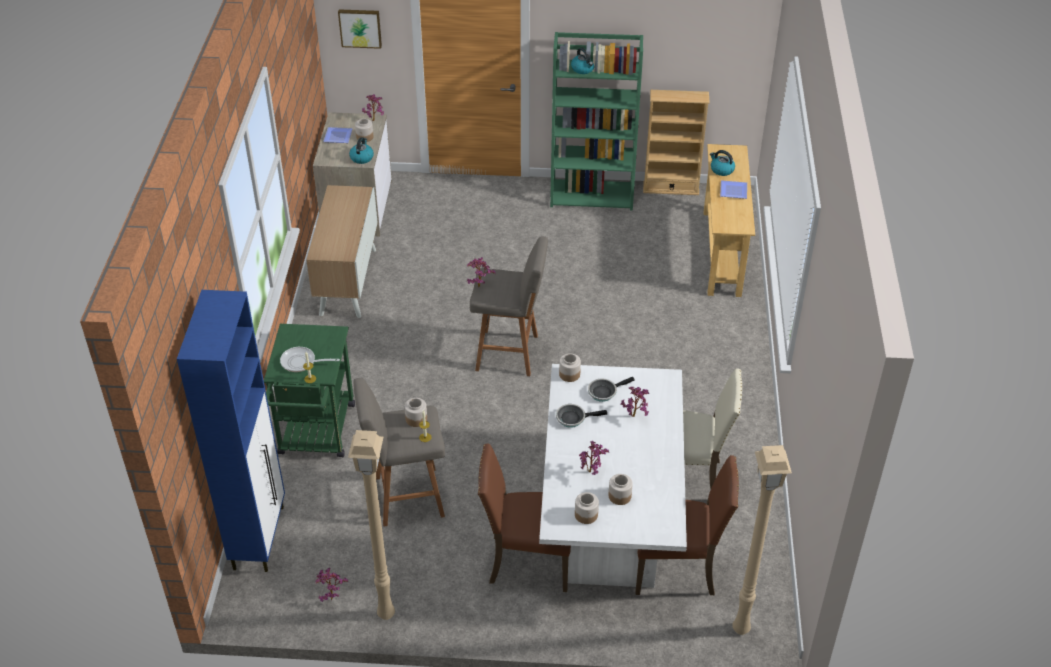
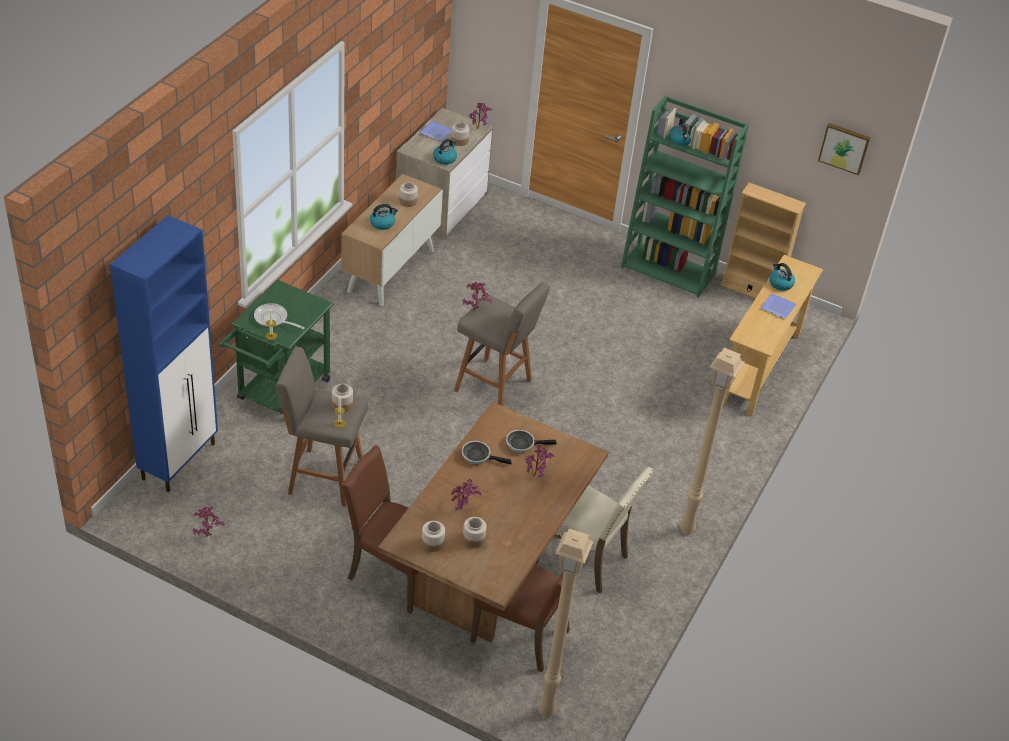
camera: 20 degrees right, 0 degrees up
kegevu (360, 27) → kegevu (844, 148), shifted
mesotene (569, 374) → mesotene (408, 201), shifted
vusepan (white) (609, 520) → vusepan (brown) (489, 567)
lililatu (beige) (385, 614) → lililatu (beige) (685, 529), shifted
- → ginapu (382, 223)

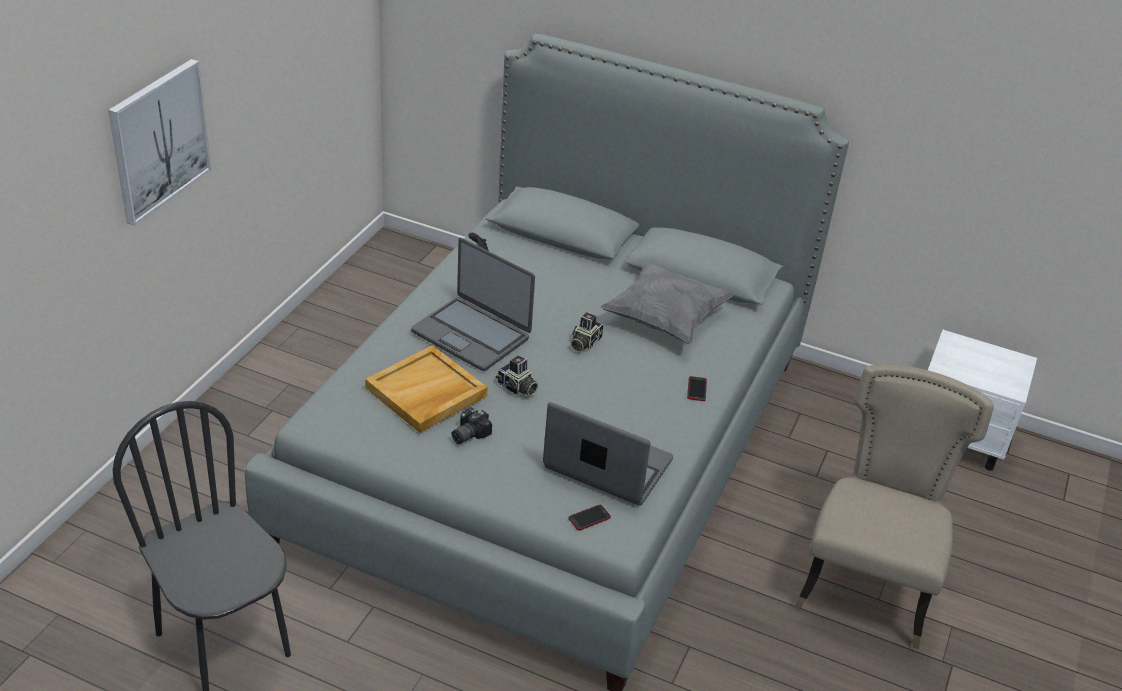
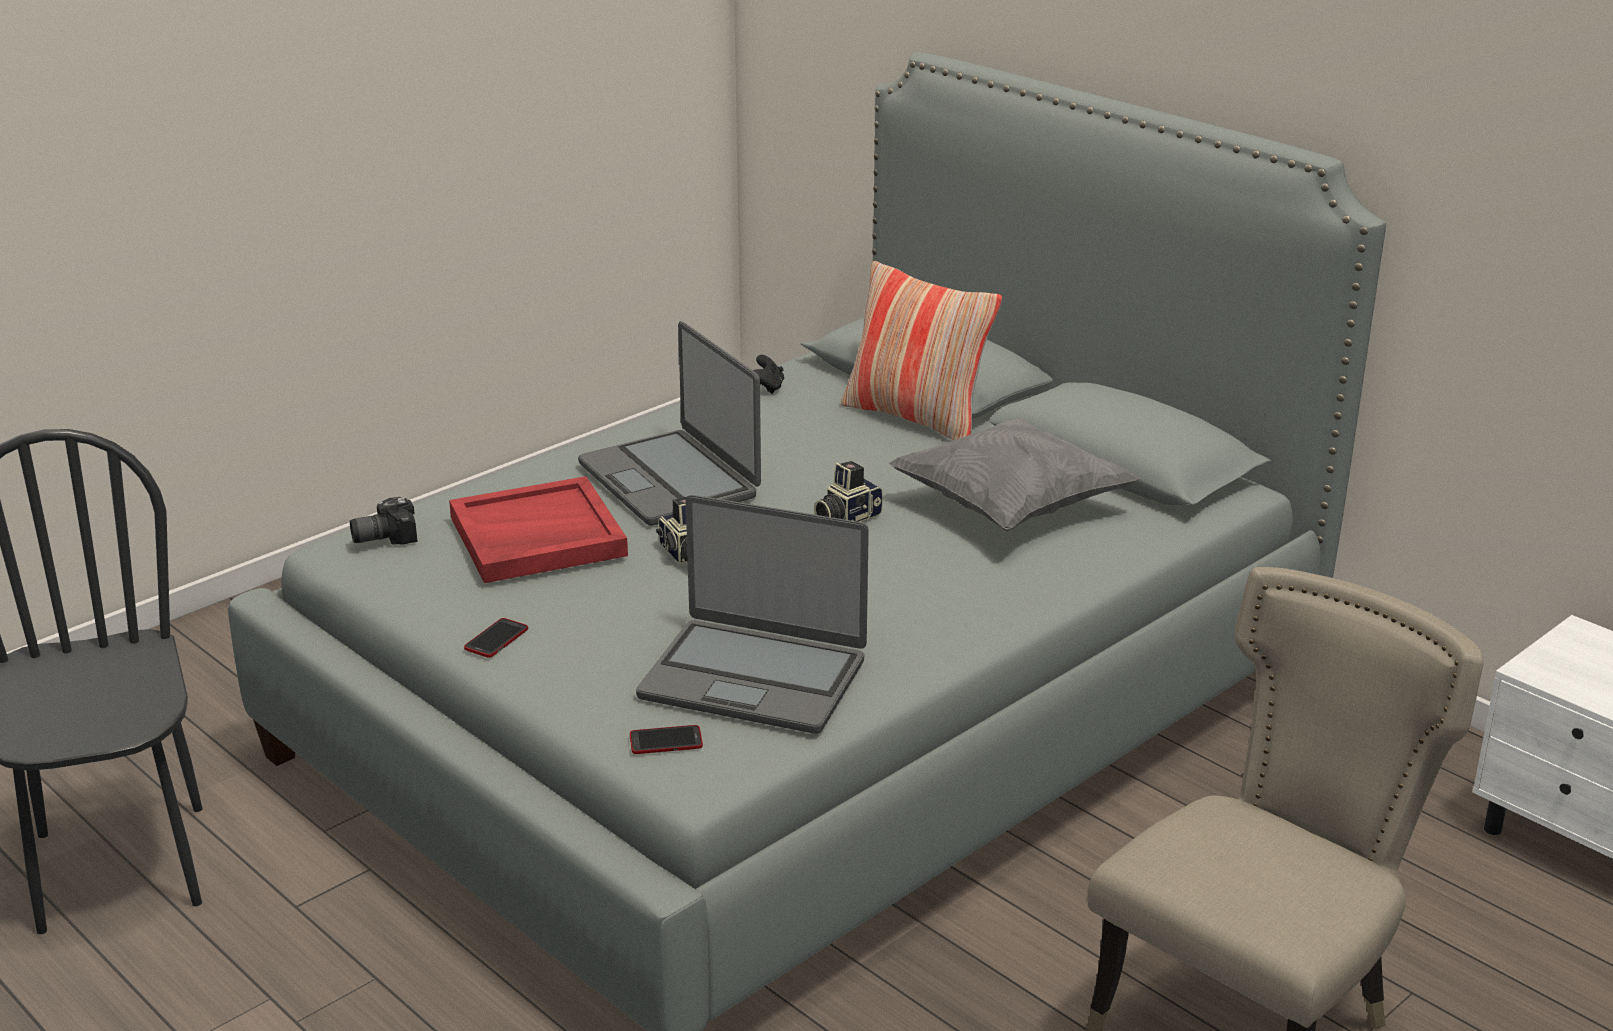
camera: 25 degrees right, 10 degrees down
kegevu (159, 140) → -
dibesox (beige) (426, 393) → dibesox (red) (536, 537)
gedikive (696, 389) → gedikive (496, 639), shifted
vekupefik (607, 465) → vekupefik (754, 677), 150 degrees clockwise
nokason (467, 434) → nokason (383, 536), shifted
- → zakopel (916, 418)

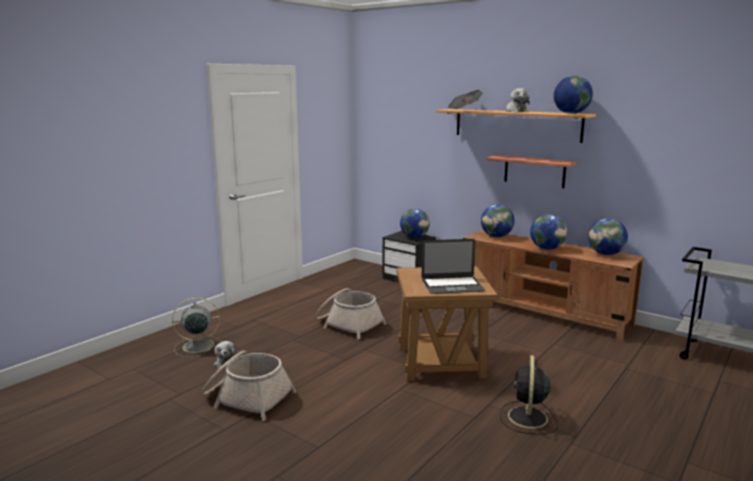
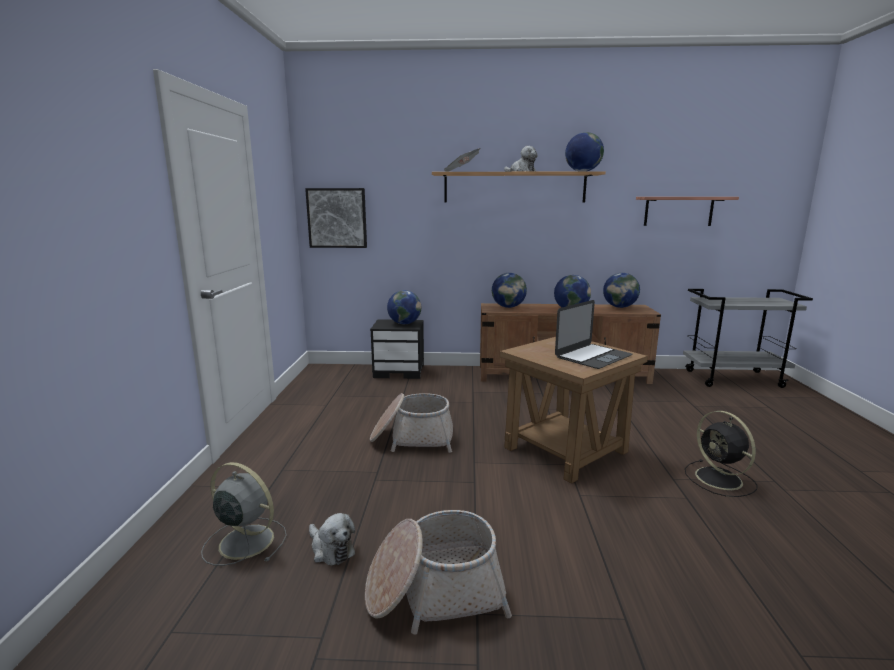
camera: 35 degrees left, 0 degrees up
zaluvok (534, 171) → zaluvok (678, 211), shifted
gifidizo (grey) (197, 346) → gifidizo (grey) (244, 541), 75 degrees clockwise
- → kegevu (337, 218)

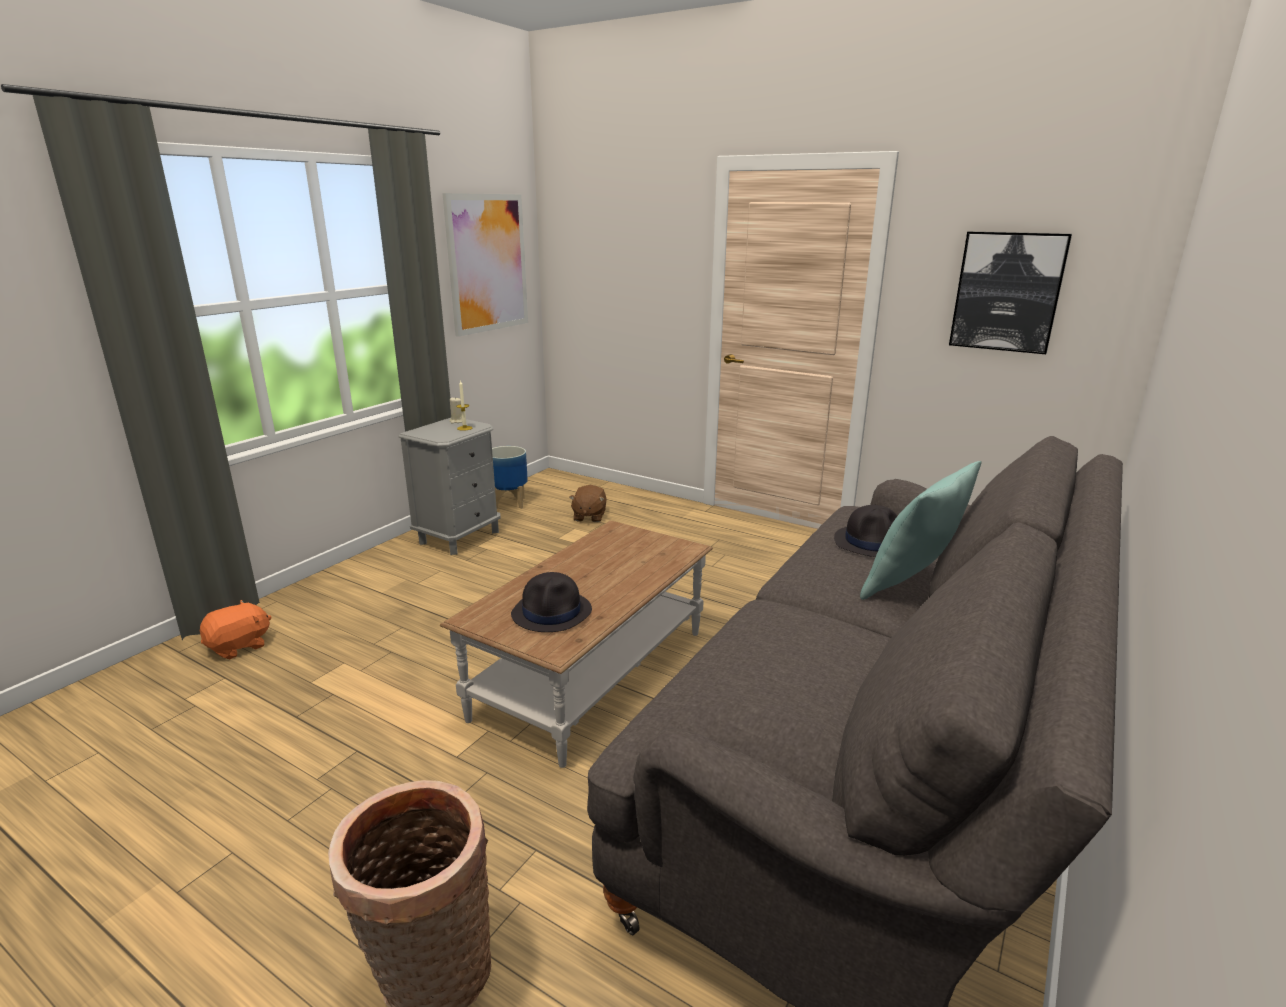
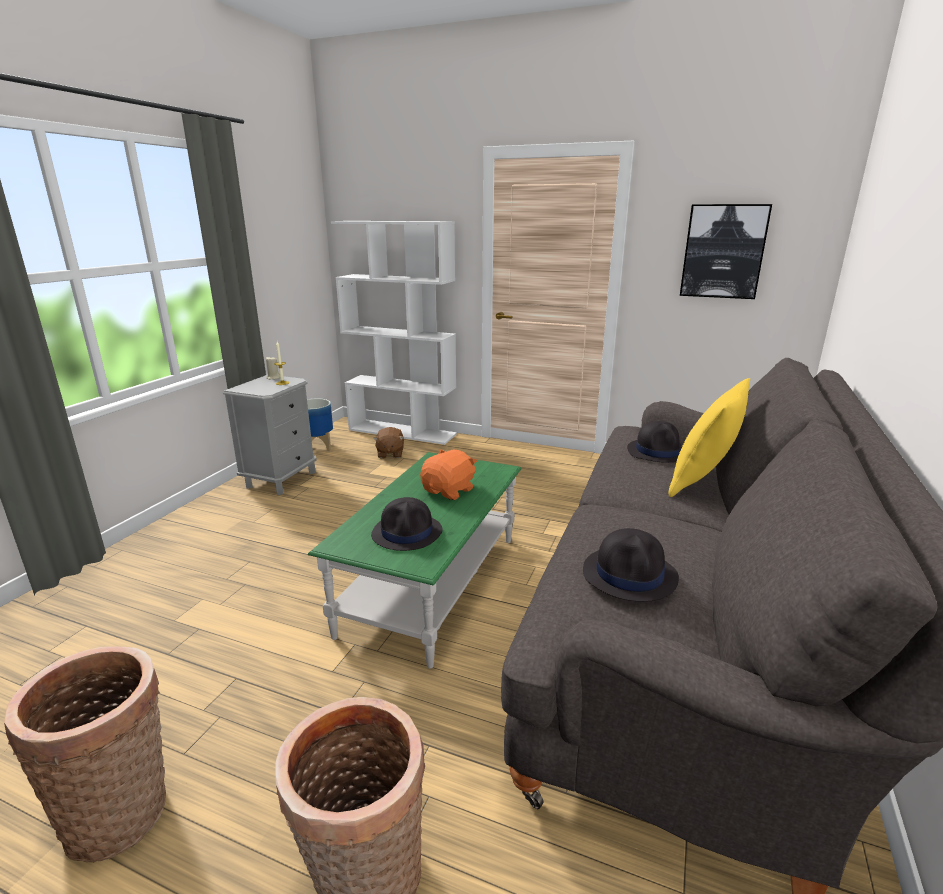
camera: 10 degrees left, 0 degrees up
kegevu (487, 263) → -
zakopel (turquoise) (912, 585) → zakopel (yellow) (702, 482)
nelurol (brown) (592, 673) → nelurol (green) (432, 584)
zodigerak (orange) (239, 646) → zodigerak (orange) (449, 491), shifted
- → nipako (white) (403, 432)
- → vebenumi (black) (630, 574)
- → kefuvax (123, 810)

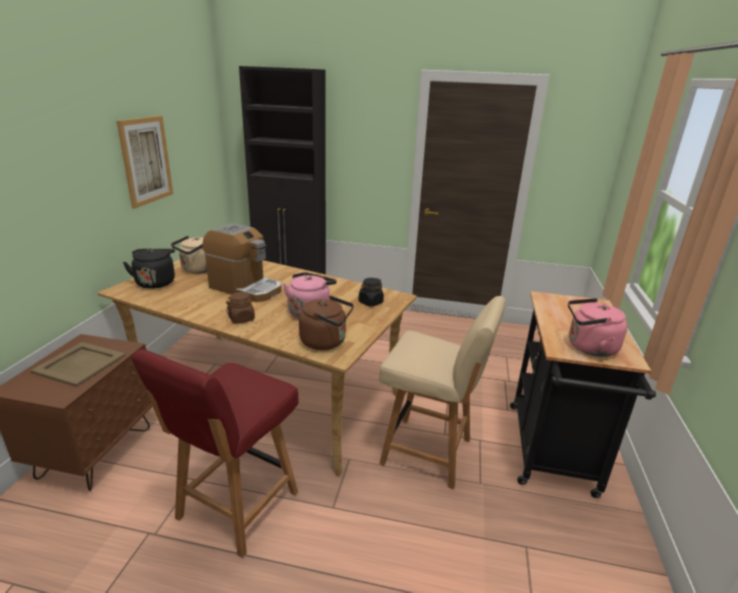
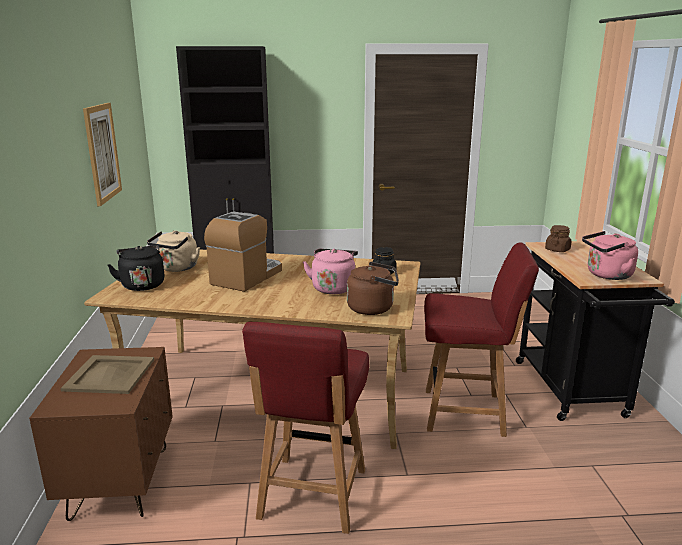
camera: 15 degrees left, 5 degrees down
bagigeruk (245, 288) → bagigeruk (247, 277), 75 degrees counterclockwise
mesotene (brown) (242, 319) → mesotene (brown) (557, 250), shifted
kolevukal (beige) (429, 452) → kolevukal (red) (466, 412)

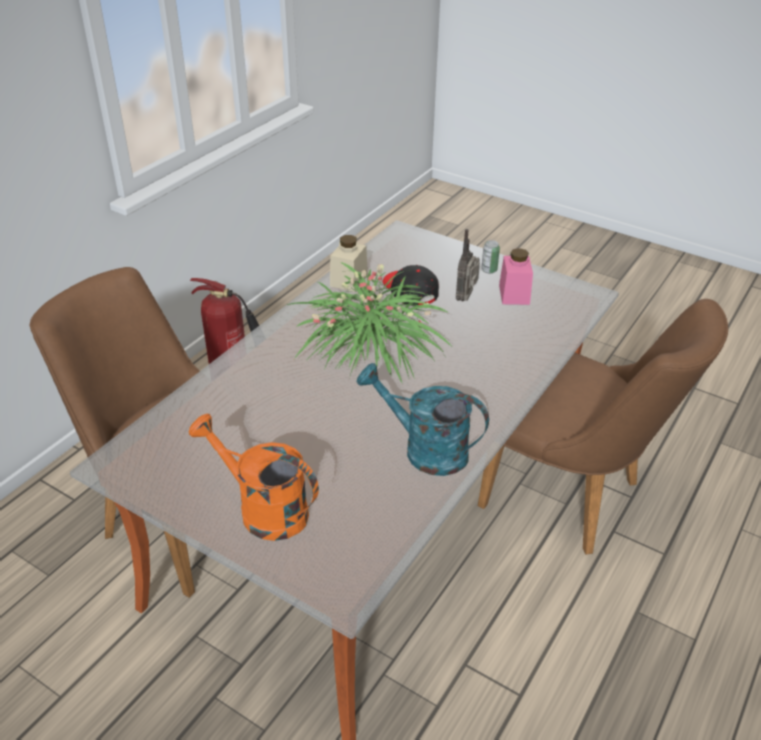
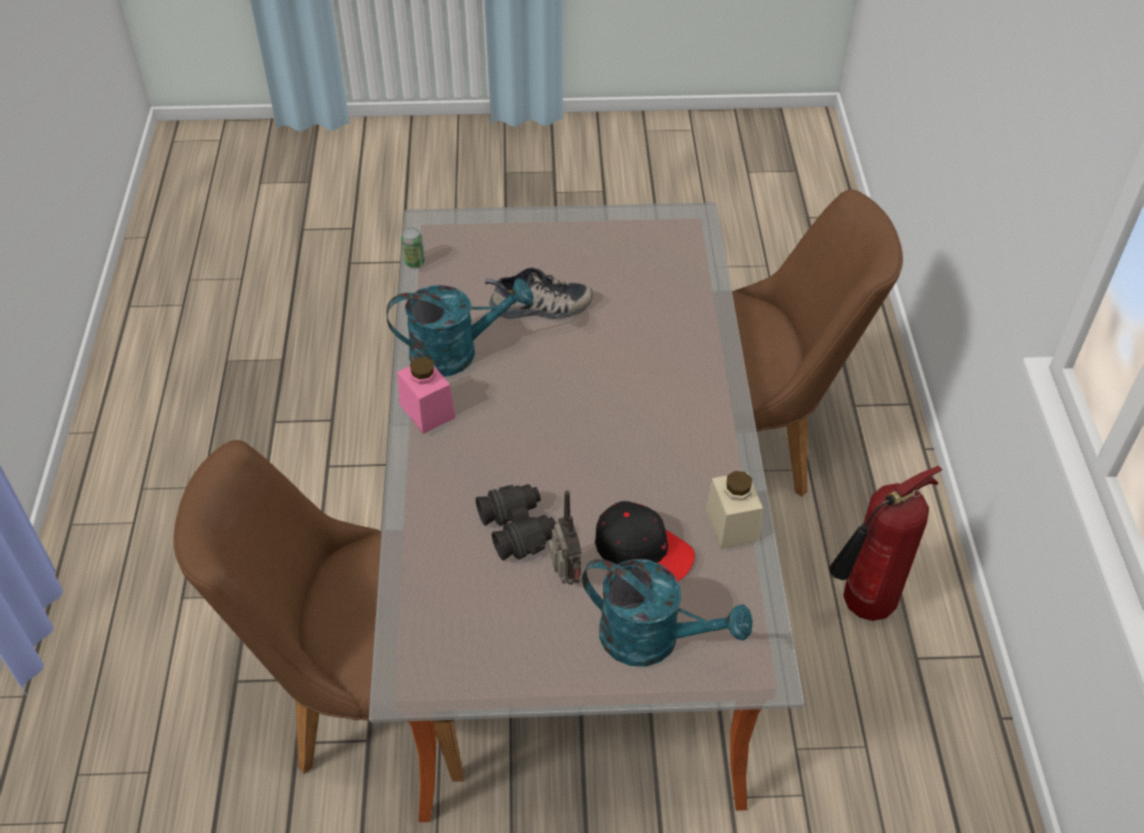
camera: 145 degrees right, 10 degrees up
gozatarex (489, 270) → gozatarex (414, 263), shifted
mesotene (pink) (514, 294) → mesotene (pink) (427, 411), shifted
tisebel (371, 351) → -
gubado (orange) (263, 509) → -
- → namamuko (540, 307)
- → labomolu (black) (517, 528)
- → gubado (turquoise) (653, 639)

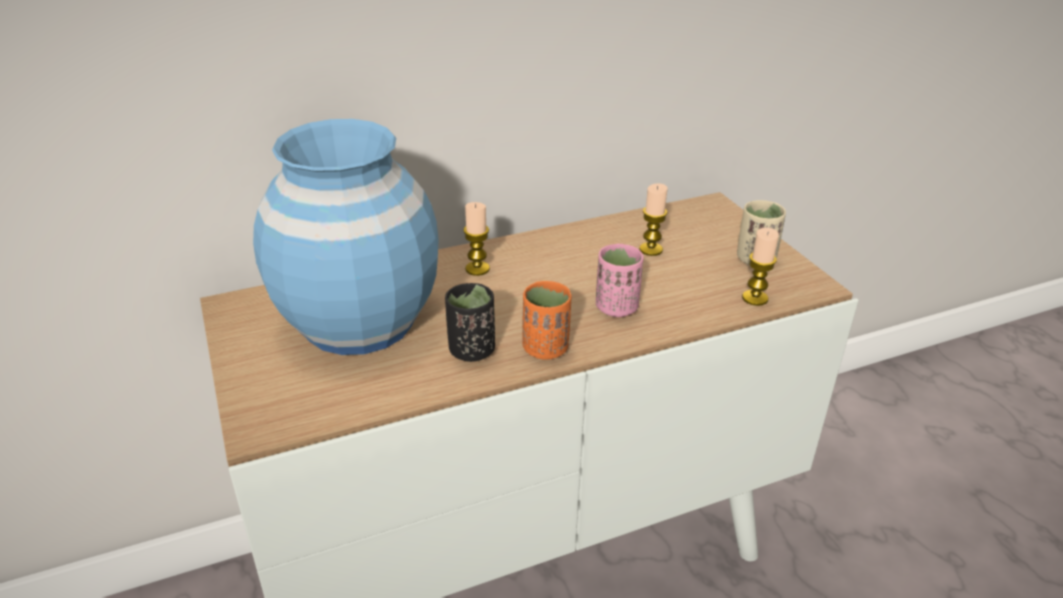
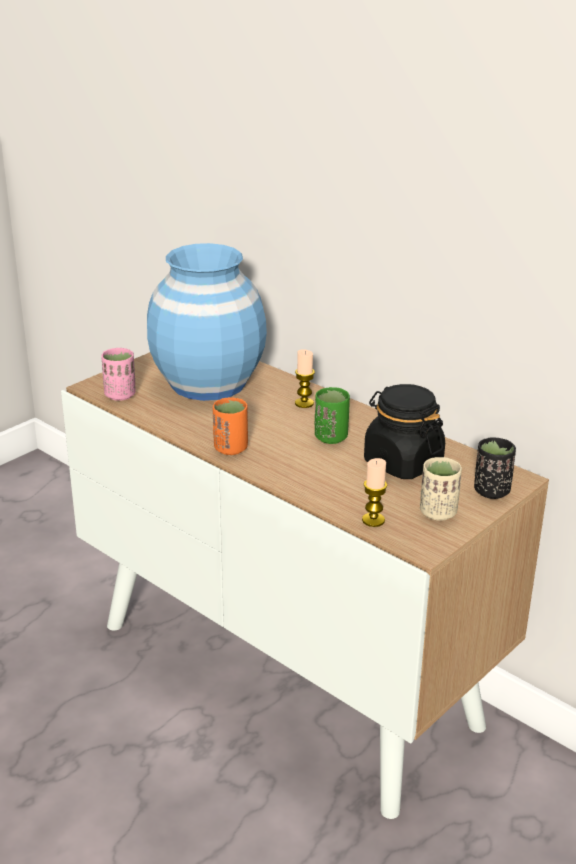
camera: 65 degrees right, 5 degrees down
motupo (651, 249) → mesotene (black) (402, 463)
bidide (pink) (616, 307) → bidide (pink) (120, 395), shifted
bidide (black) (471, 351) → bidide (black) (491, 491), shifted
- → bidide (green) (331, 437)

